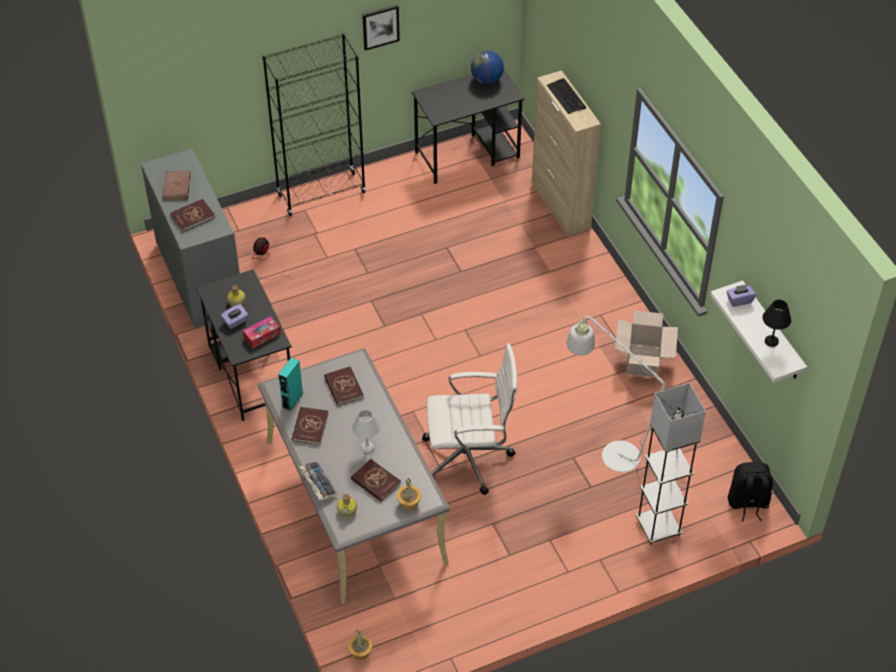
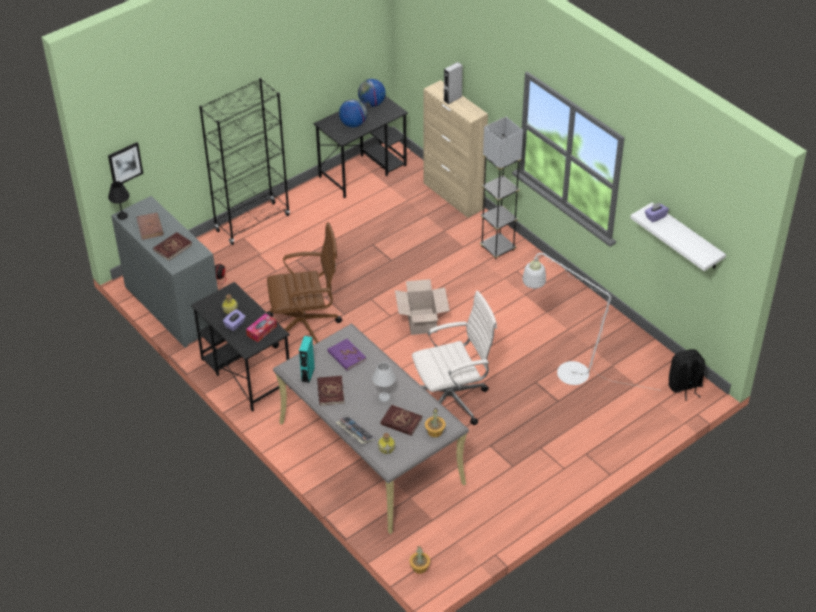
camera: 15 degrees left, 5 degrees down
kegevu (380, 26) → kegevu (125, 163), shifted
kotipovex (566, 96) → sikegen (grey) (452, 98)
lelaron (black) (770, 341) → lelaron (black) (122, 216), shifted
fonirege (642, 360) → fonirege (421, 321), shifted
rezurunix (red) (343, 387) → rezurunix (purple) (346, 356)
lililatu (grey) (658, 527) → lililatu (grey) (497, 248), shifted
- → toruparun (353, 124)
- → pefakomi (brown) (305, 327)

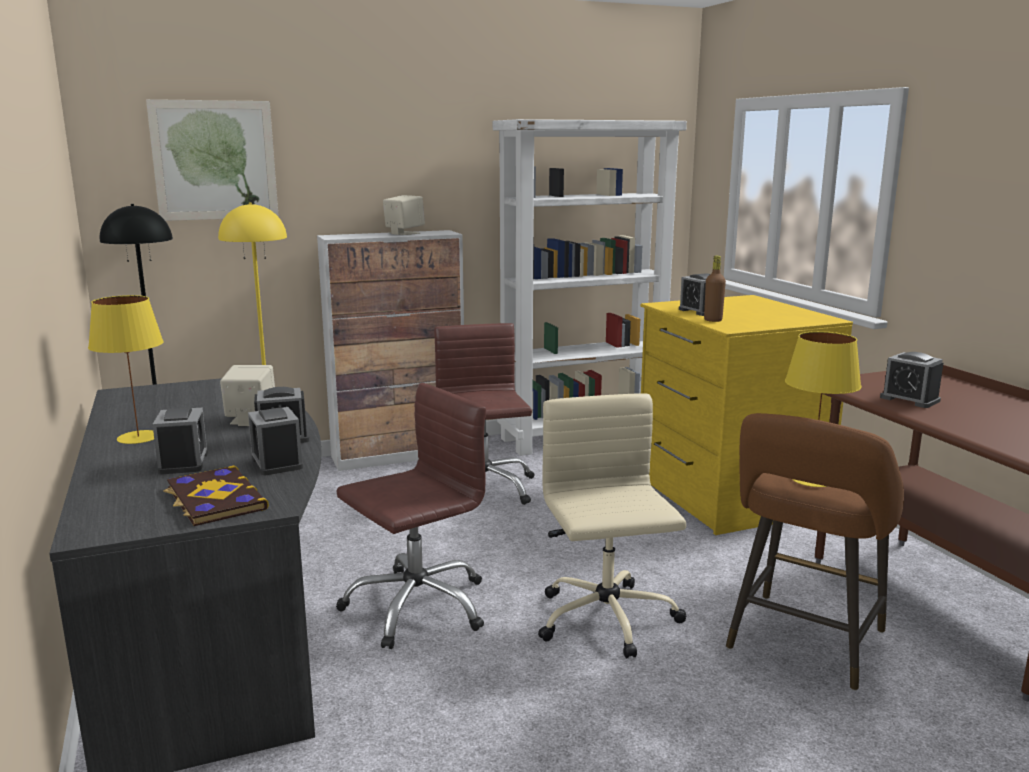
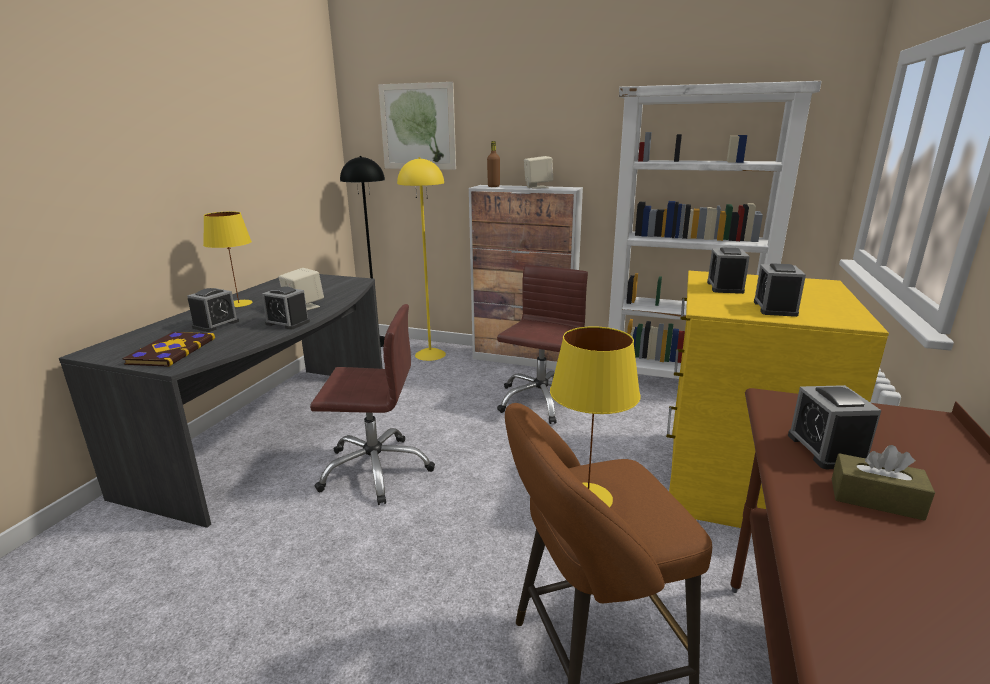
camera: 40 degrees right, 5 degrees up
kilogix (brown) (713, 320) → kilogix (brown) (493, 186), shifted
pefakomi (beige) (607, 620) → -
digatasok (277, 463) → digatasok (775, 308), shifted
- → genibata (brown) (875, 499)

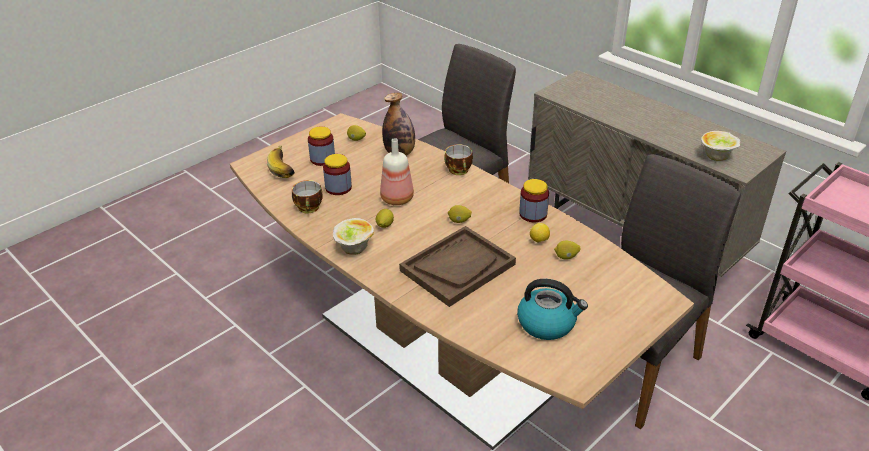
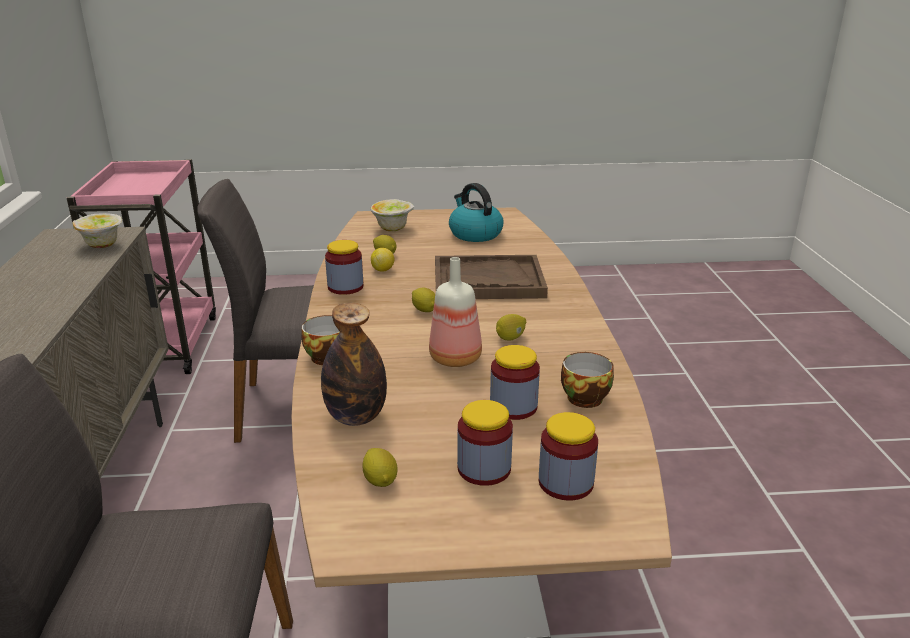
camera: 140 degrees left, 10 degrees down
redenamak (285, 168) → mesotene (565, 483)
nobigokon (353, 249) → nobigokon (393, 229), shifted

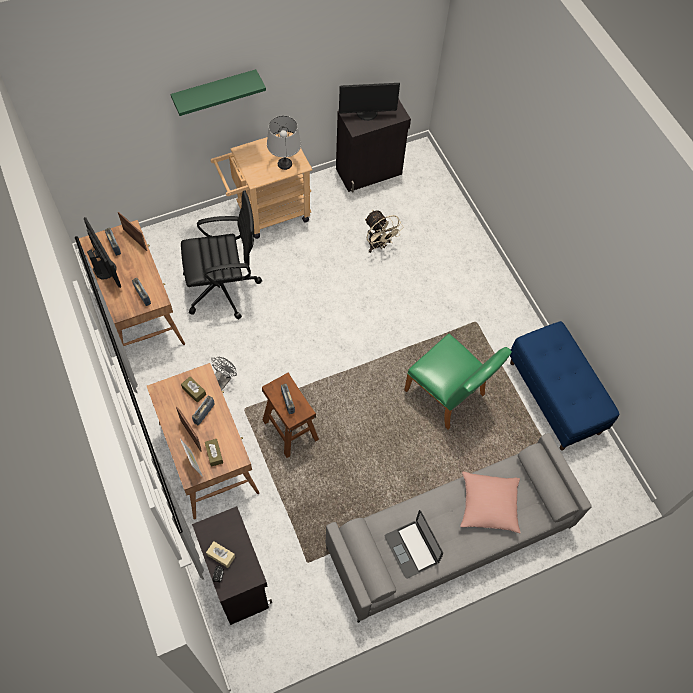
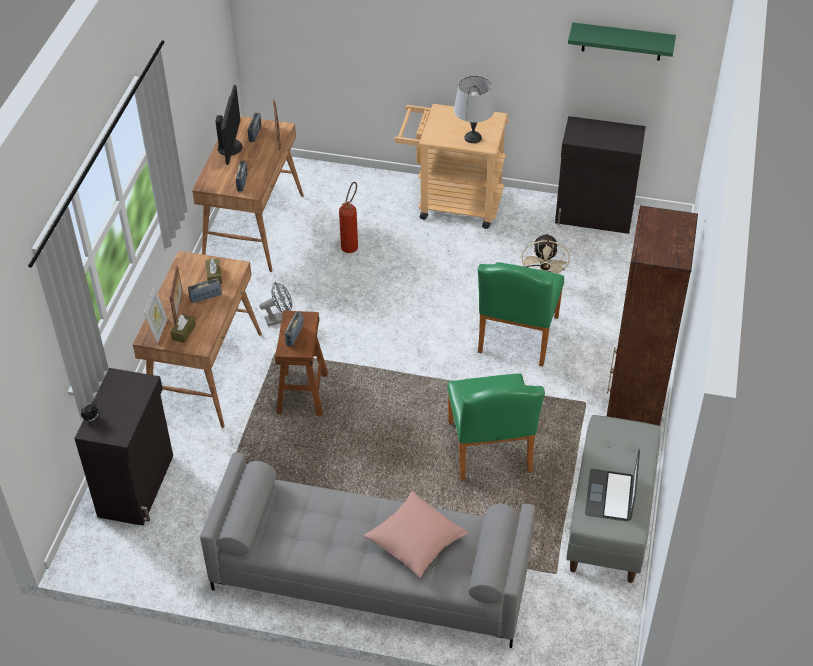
camera: 40 degrees right, 15 degrees down
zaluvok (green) (215, 91) → zaluvok (green) (622, 41), shifted
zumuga (367, 113) → -
pefakomi (black) (224, 288) → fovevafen (351, 245)
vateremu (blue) (555, 397) → vateremu (grey) (610, 519)
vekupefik (411, 549) → vekupefik (610, 495), shifted
genibata (beige) (221, 556) → -
- → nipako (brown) (633, 414)
- → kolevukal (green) (516, 338)

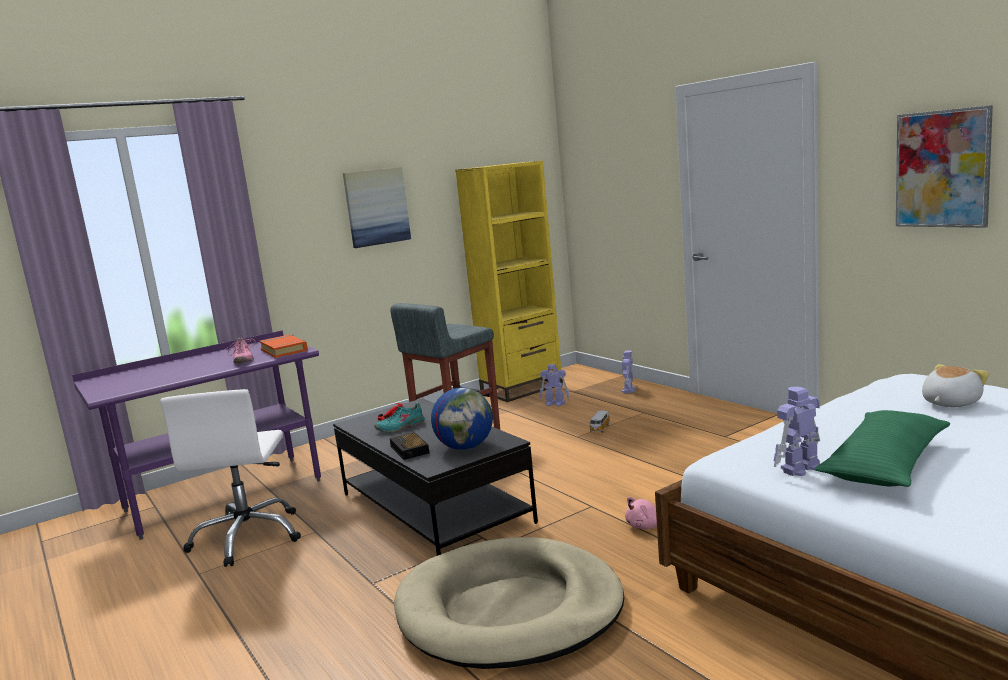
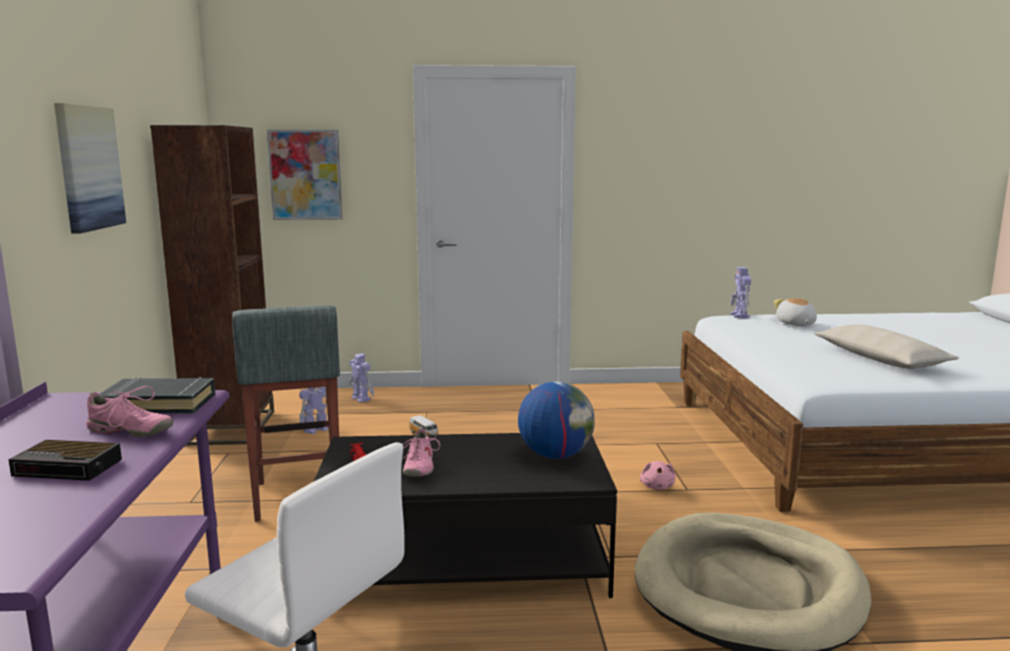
camera: 60 degrees left, 0 degrees up
kegevu (942, 169) → kegevu (305, 175), shifted
nipako (yellow) (521, 388) → nipako (brown) (232, 427)
rezurunix (orange) (284, 350) → rezurunix (black) (159, 403)
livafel (799, 468) → livafel (740, 316), shifted
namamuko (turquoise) (400, 427) → namamuko (pink) (418, 467)
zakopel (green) (885, 464) → zakopel (beige) (880, 359)
digatasok (410, 450) → digatasok (70, 467), shifted

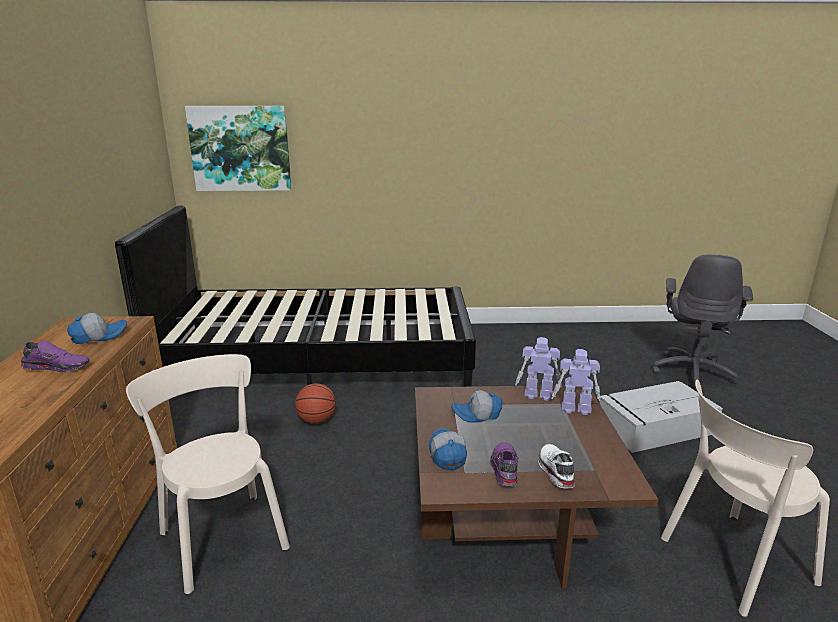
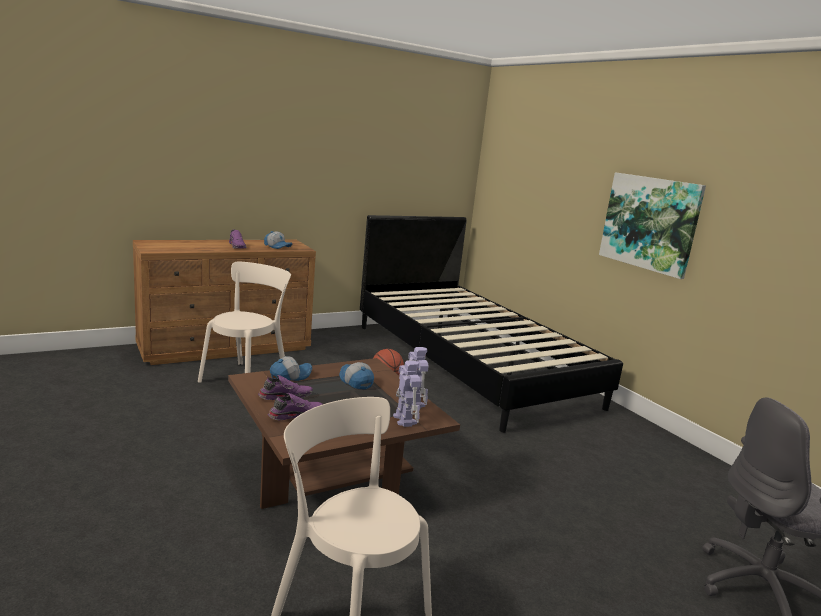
camera: 60 degrees right, 5 degrees down
kegevu (240, 148) → kegevu (650, 223), shifted
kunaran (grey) (654, 428) → -
namamuko (white) (554, 471) → namamuko (purple) (295, 414)

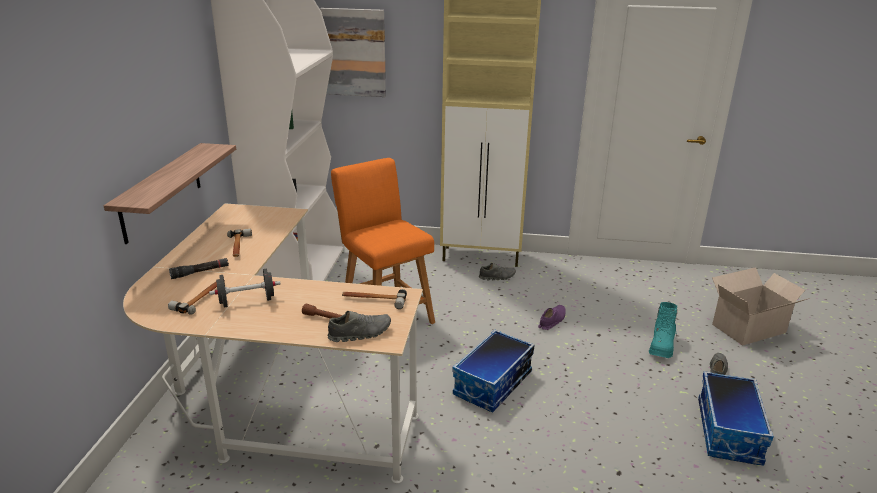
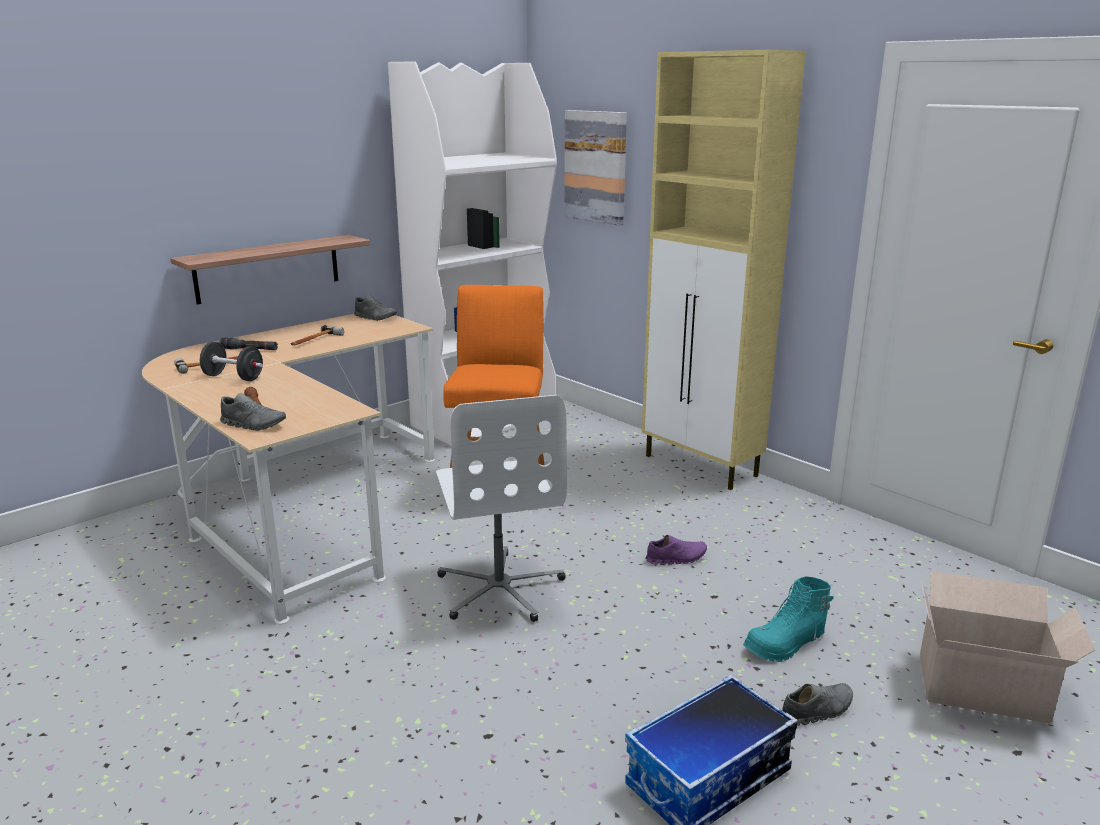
camera: 40 degrees right, 5 degrees down
namamuko (grey) (497, 277) → namamuko (grey) (375, 317), shifted
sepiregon (373, 300) → -
kunaran (493, 384) → pefakomi (white) (500, 588)

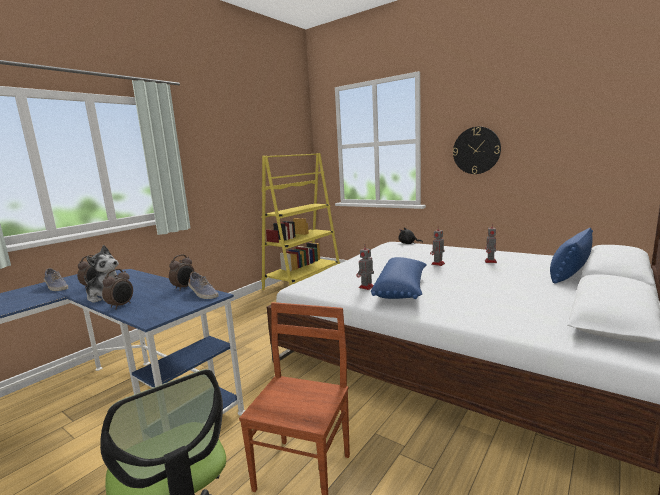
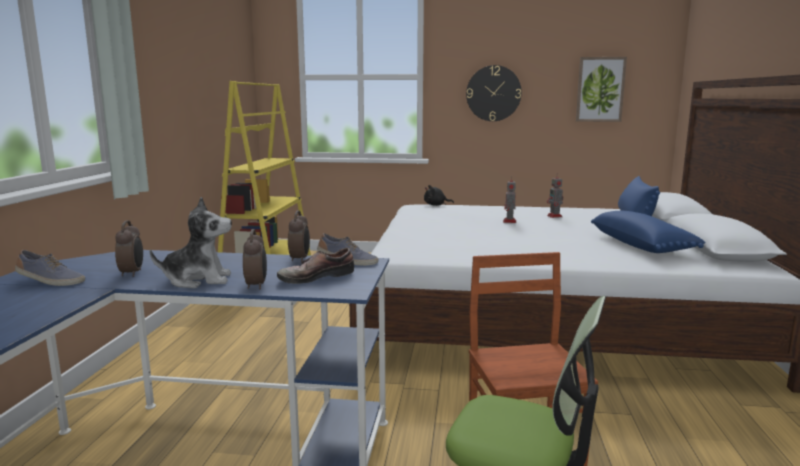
camera: 30 degrees left, 0 degrees up
livafel (366, 287) → -
zakopel (blue) (402, 290) → zakopel (blue) (642, 246), shifted
- → kegevu (600, 89)
- → namamuko (315, 277)

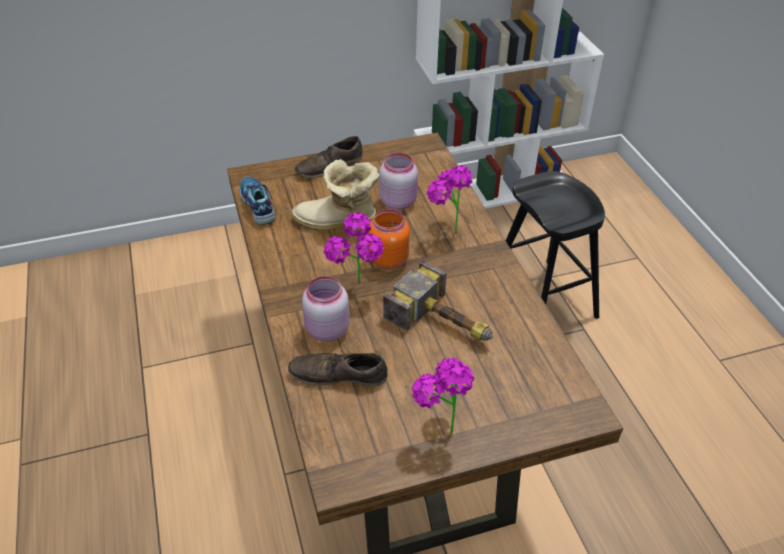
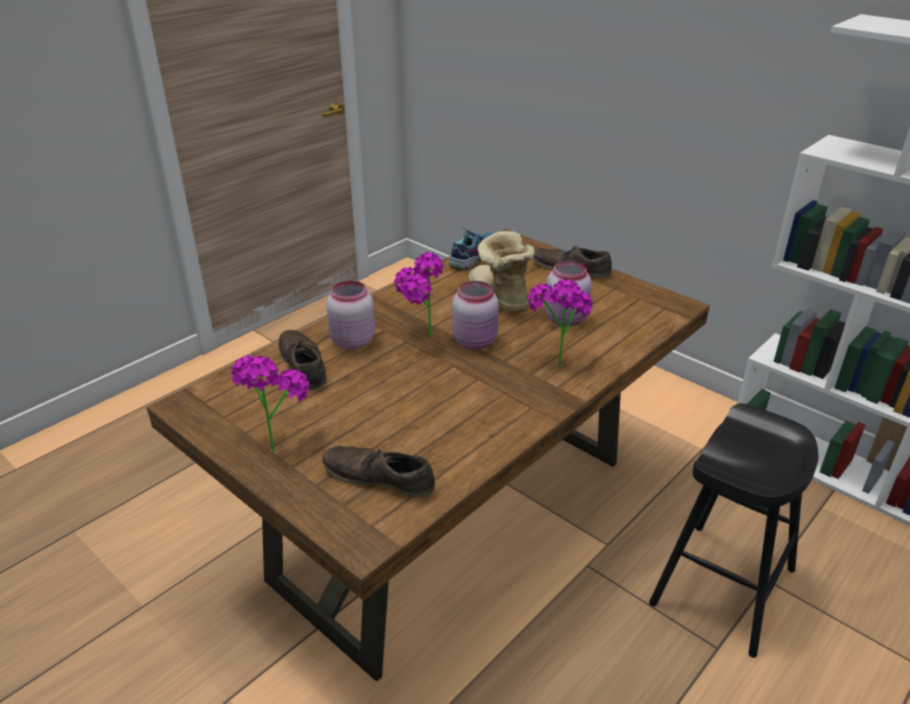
camera: 60 degrees right, 10 degrees down
mesotene (orange) (388, 259) → mesotene (pink) (476, 341)
sepiregon (445, 323) → -
- → namamuko (brown) (379, 477)

